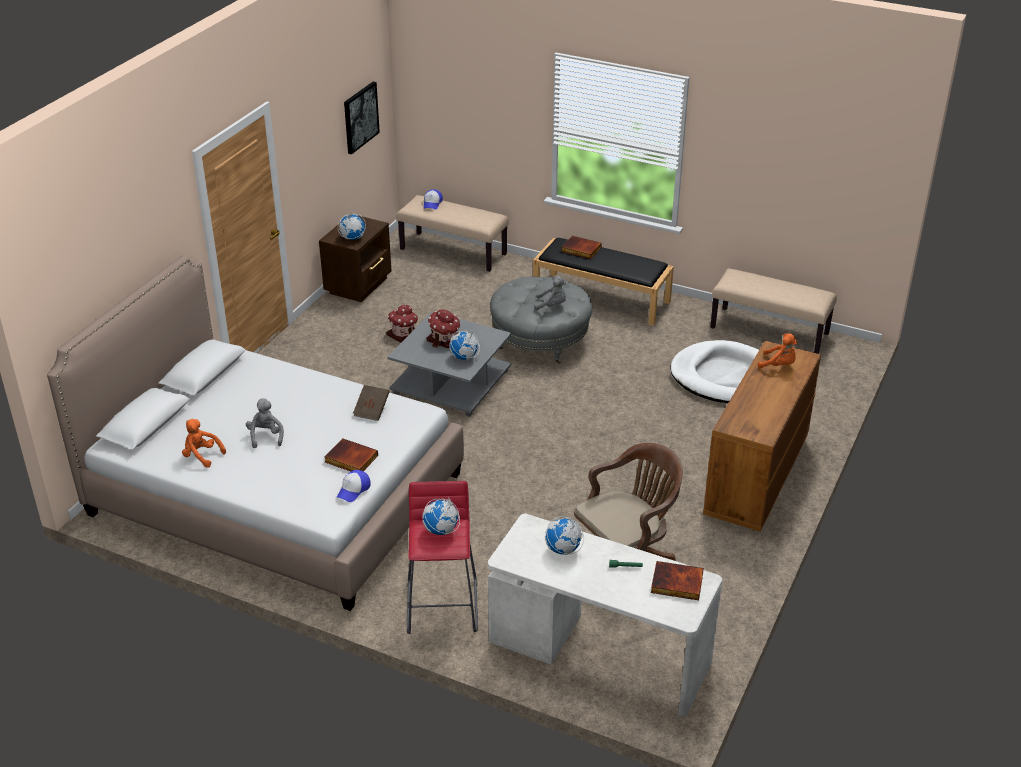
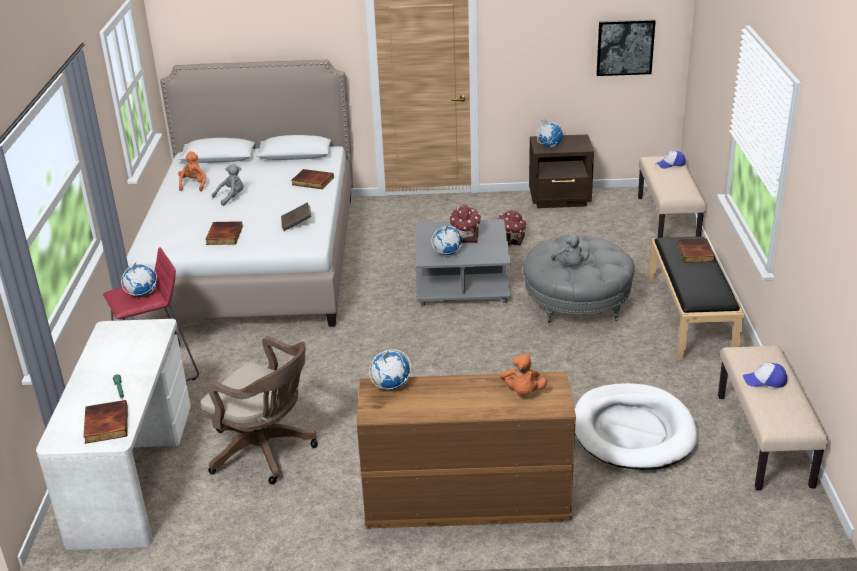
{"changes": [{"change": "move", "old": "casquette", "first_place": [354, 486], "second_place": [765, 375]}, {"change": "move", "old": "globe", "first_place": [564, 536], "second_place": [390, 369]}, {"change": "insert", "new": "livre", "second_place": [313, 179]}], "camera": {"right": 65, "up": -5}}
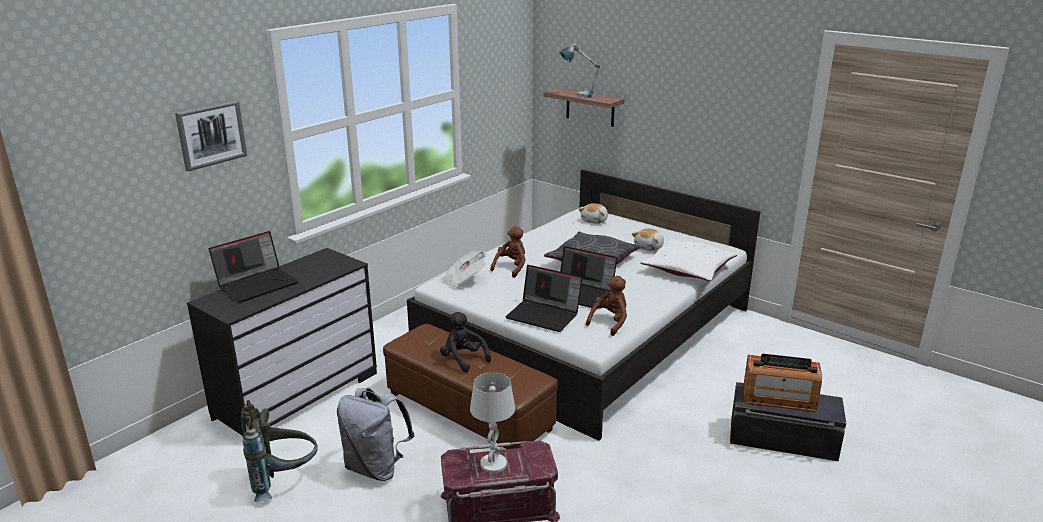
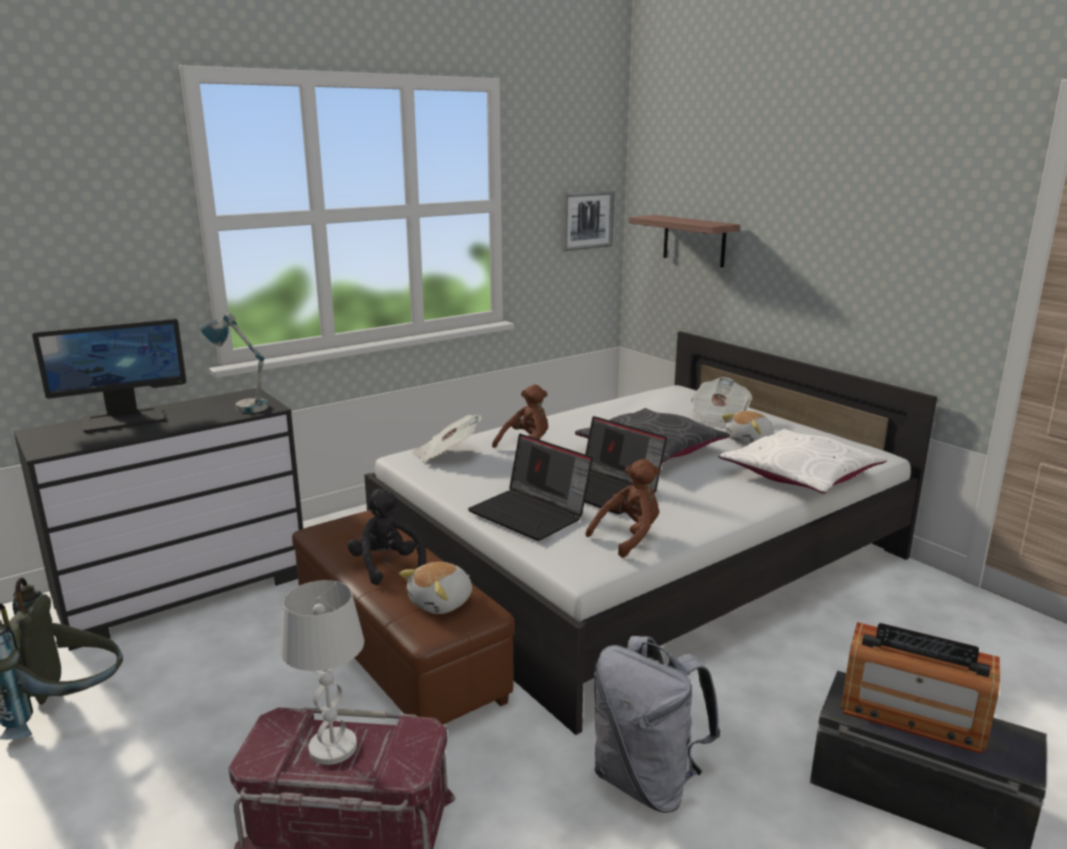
{"changes": [{"change": "move", "old": "lampe de table", "first_place": [579, 70], "second_place": [234, 363]}, {"change": "move", "old": "tableau", "first_place": [211, 135], "second_place": [588, 220]}, {"change": "move", "old": "peluche", "first_place": [593, 213], "second_place": [435, 588]}, {"change": "replace", "old": "ordinateur portable", "new": "écran d'ordinateur", "first_place": [254, 267], "second_place": [109, 375]}, {"change": "move", "old": "sac à dos/gris", "first_place": [375, 434], "second_place": [657, 724]}, {"change": "insert", "new": "journal", "second_place": [721, 402]}], "camera": {"right": 15, "up": -5}}
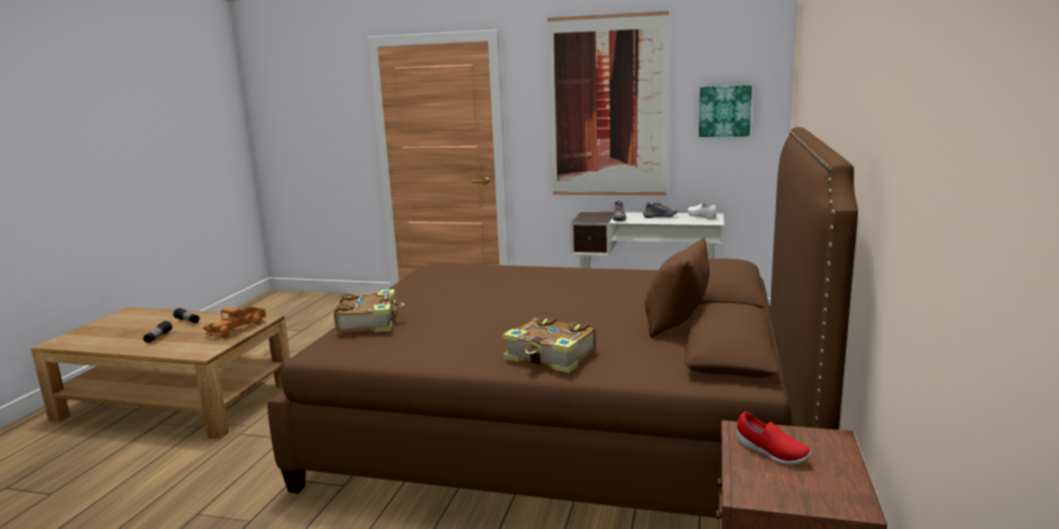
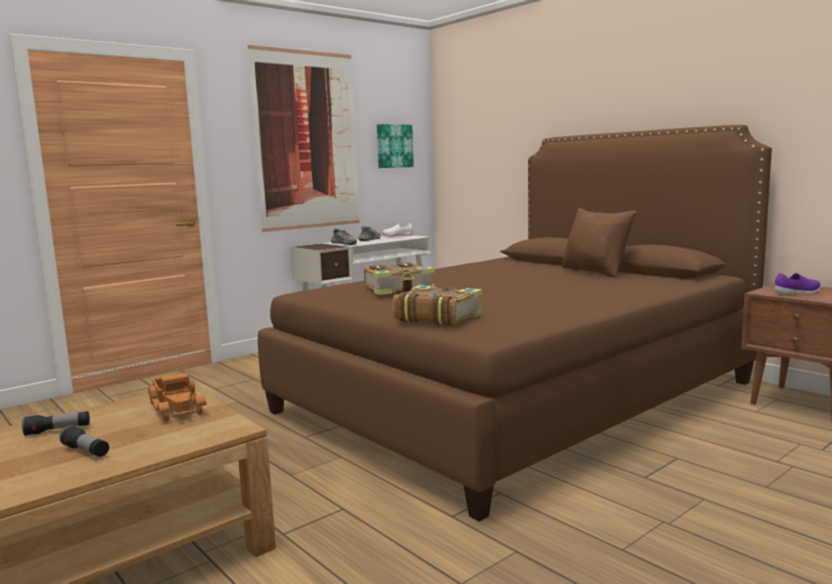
{"changes": [{"change": "move", "old": "livre", "first_place": [549, 345], "second_place": [399, 278]}, {"change": "recolor", "old": "chaussure/rouge", "new": "chaussure/violet", "first_place": [773, 438], "second_place": [797, 283]}], "camera": {"right": -55, "up": -5}}
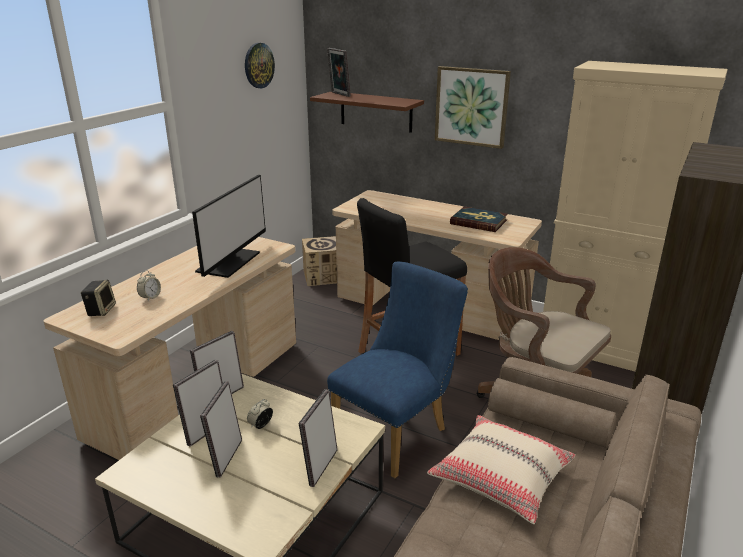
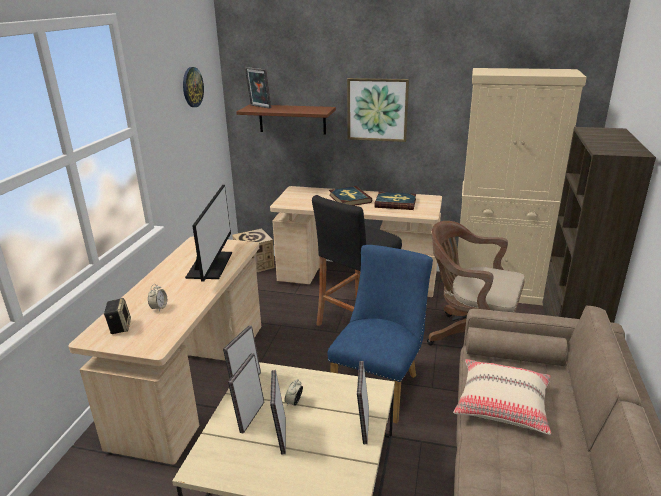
{"changes": [{"change": "insert", "new": "livre", "second_place": [350, 196]}], "camera": {"right": -15, "up": 0}}
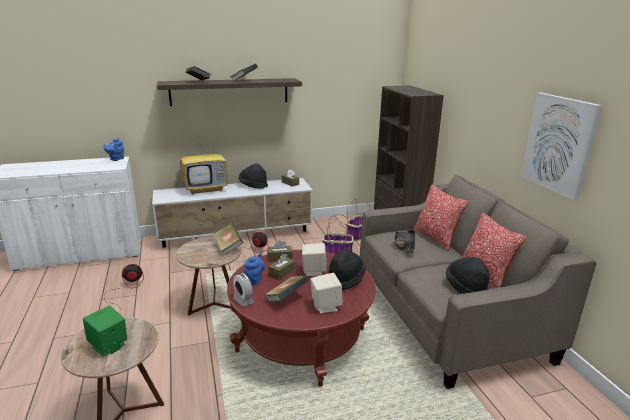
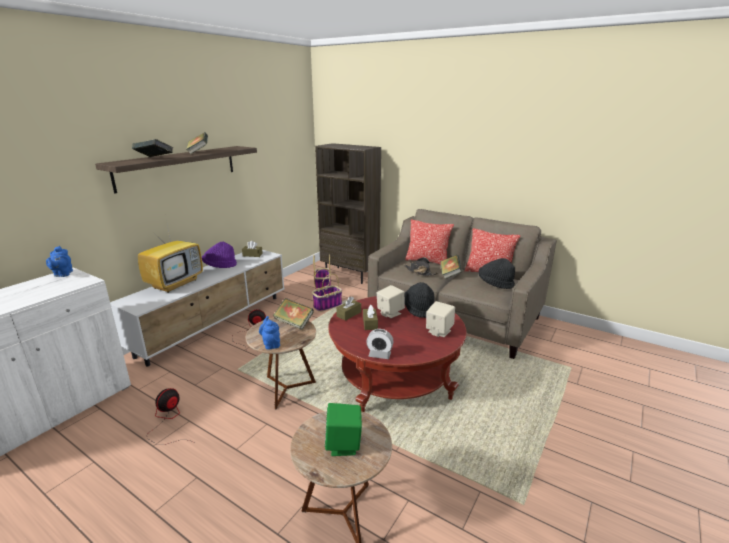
{"changes": [{"change": "delete", "old": "tableau", "first_place": [561, 147]}, {"change": "recolor", "old": "chapeau/noir", "new": "chapeau/violet", "first_place": [253, 176], "second_place": [219, 255]}, {"change": "move", "old": "théière/bleu", "first_place": [254, 269], "second_place": [269, 333]}, {"change": "move", "old": "livre", "first_place": [286, 289], "second_place": [451, 267]}], "camera": {"right": -40, "up": 0}}
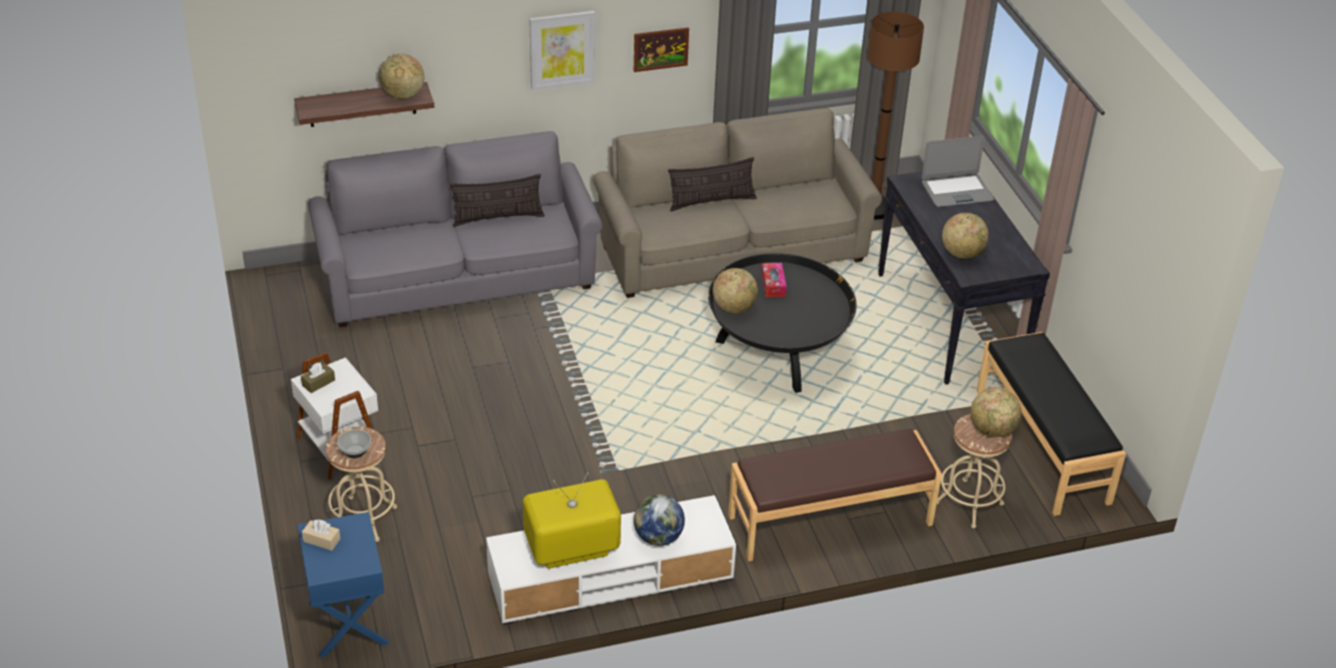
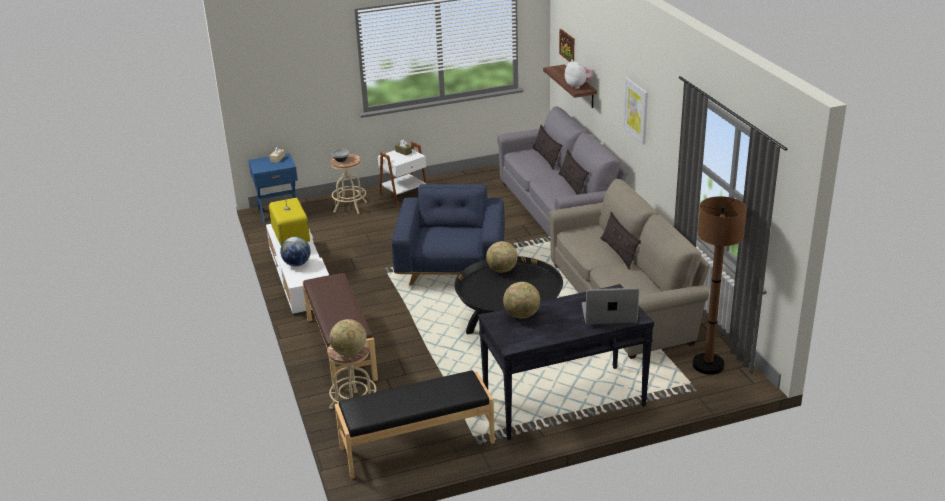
{"changes": [{"change": "move", "old": "tableau", "first_place": [661, 49], "second_place": [566, 45]}, {"change": "replace", "old": "globe", "new": "peluche", "first_place": [401, 76], "second_place": [579, 74]}, {"change": "rotate", "old": "ordinateur portable", "first_place": [958, 171], "second_place": [610, 306], "degrees": 105}, {"change": "delete", "old": "boîte à mouchoirs", "first_place": [774, 280]}, {"change": "insert", "new": "coussin", "second_place": [547, 147]}, {"change": "insert", "new": "fauteuil/bleu", "second_place": [448, 234]}], "camera": {"right": 90, "up": -10}}
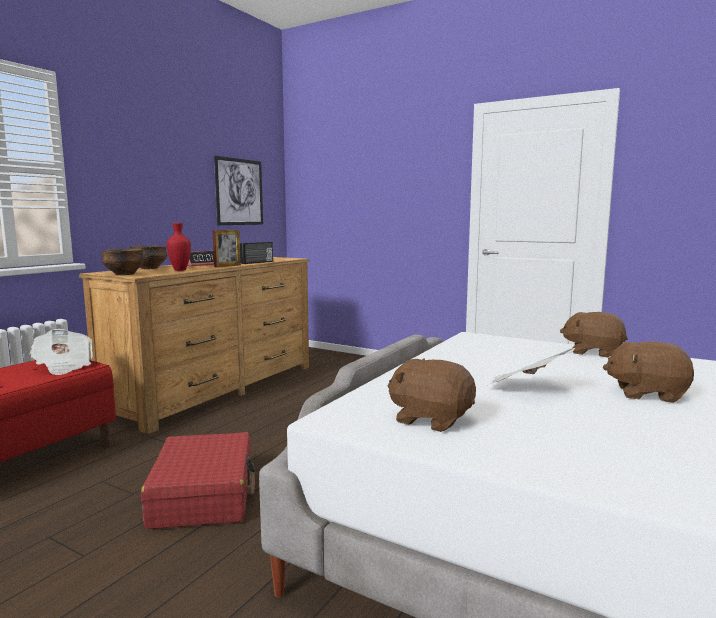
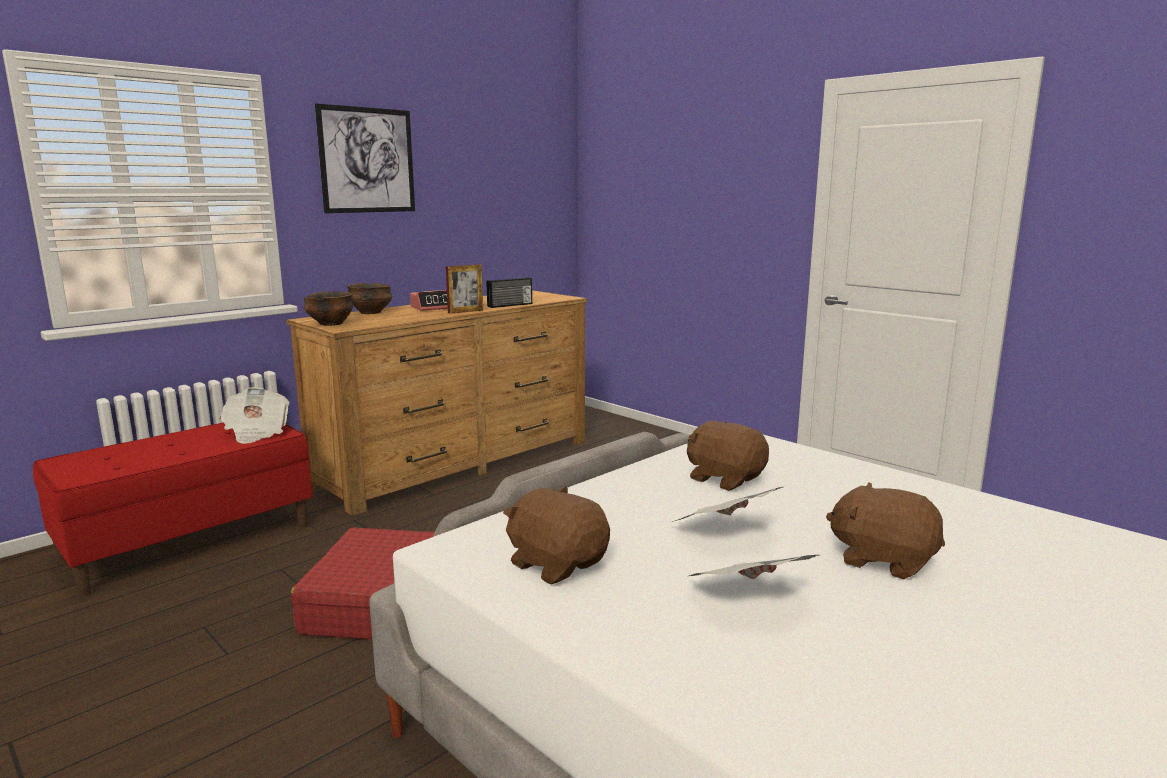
{"changes": [{"change": "move", "old": "tableau", "first_place": [238, 190], "second_place": [365, 158]}, {"change": "delete", "old": "vase/rouge", "first_place": [179, 247]}, {"change": "move", "old": "peluche/marron", "first_place": [593, 334], "second_place": [728, 456]}, {"change": "insert", "new": "journal", "second_place": [754, 567]}], "camera": {"right": 15, "up": 5}}
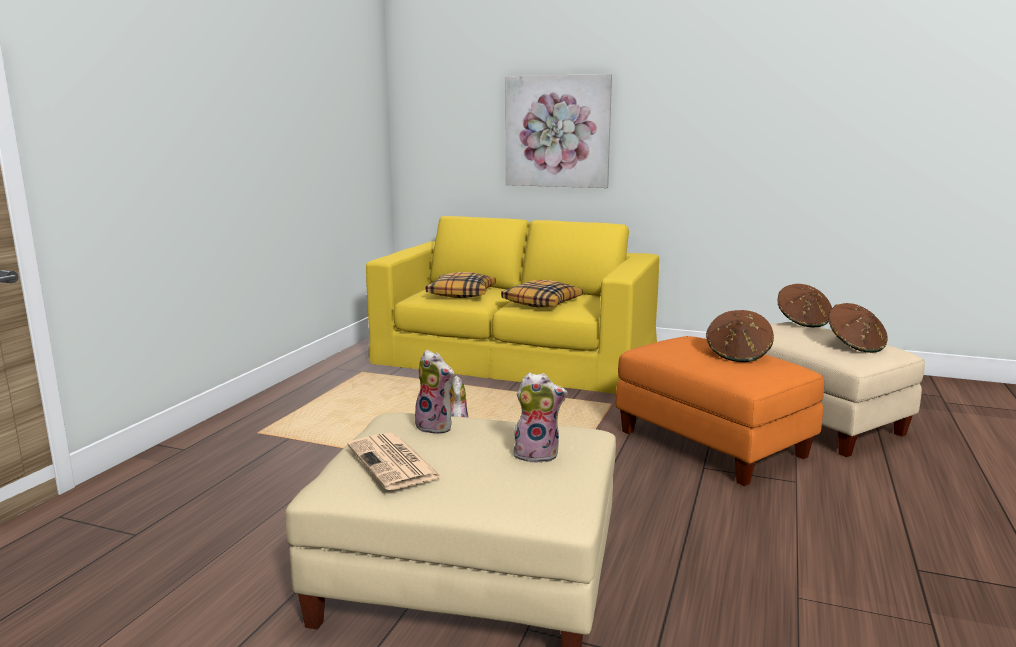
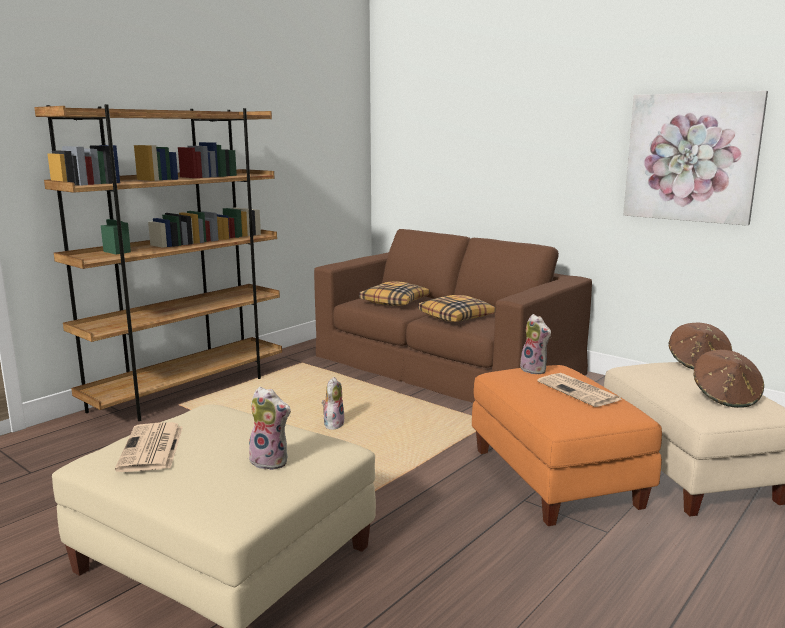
{"changes": [{"change": "move", "old": "tableau", "first_place": [558, 131], "second_place": [695, 158]}, {"change": "recolor", "old": "canapé/jaune", "new": "canapé/marron", "first_place": [512, 305], "second_place": [453, 316]}, {"change": "replace", "old": "chapeau/marron", "new": "journal", "first_place": [740, 336], "second_place": [580, 390]}, {"change": "move", "old": "peluche", "first_place": [435, 392], "second_place": [535, 344]}, {"change": "insert", "new": "bibliothèque/marron", "second_place": [158, 262]}], "camera": {"right": 20, "up": 0}}
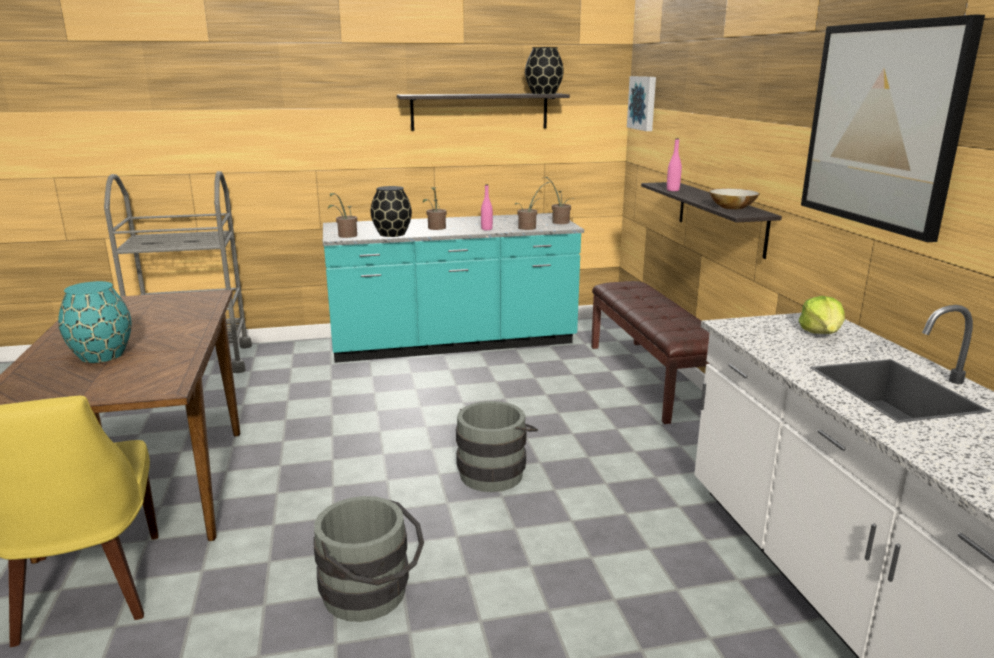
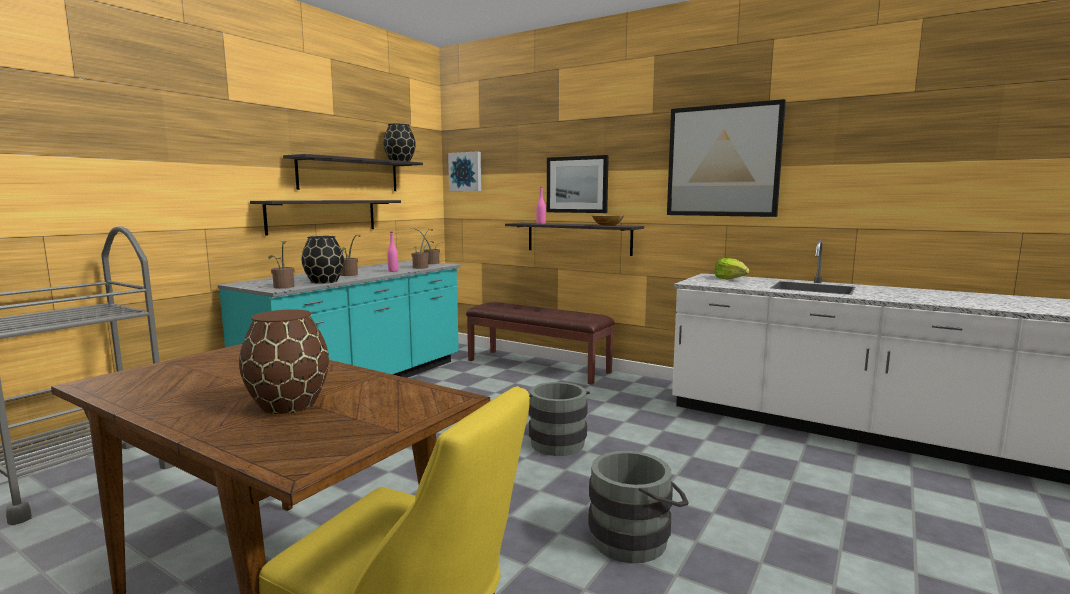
{"changes": [{"change": "recolor", "old": "vase/turquoise", "new": "vase/marron", "first_place": [94, 322], "second_place": [284, 361]}, {"change": "insert", "new": "tableau", "second_place": [578, 184]}, {"change": "insert", "new": "étagère", "second_place": [325, 218]}], "camera": {"right": -45, "up": -10}}
